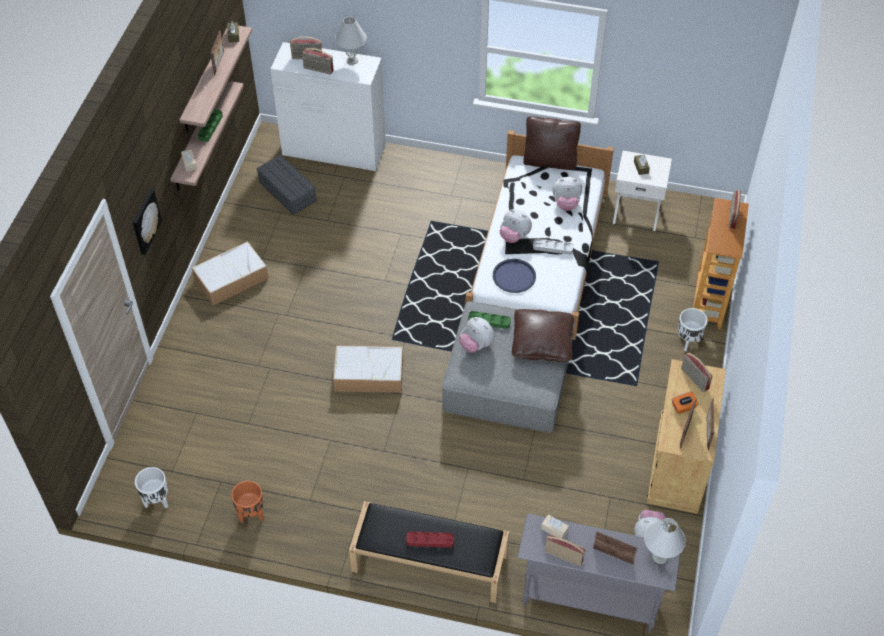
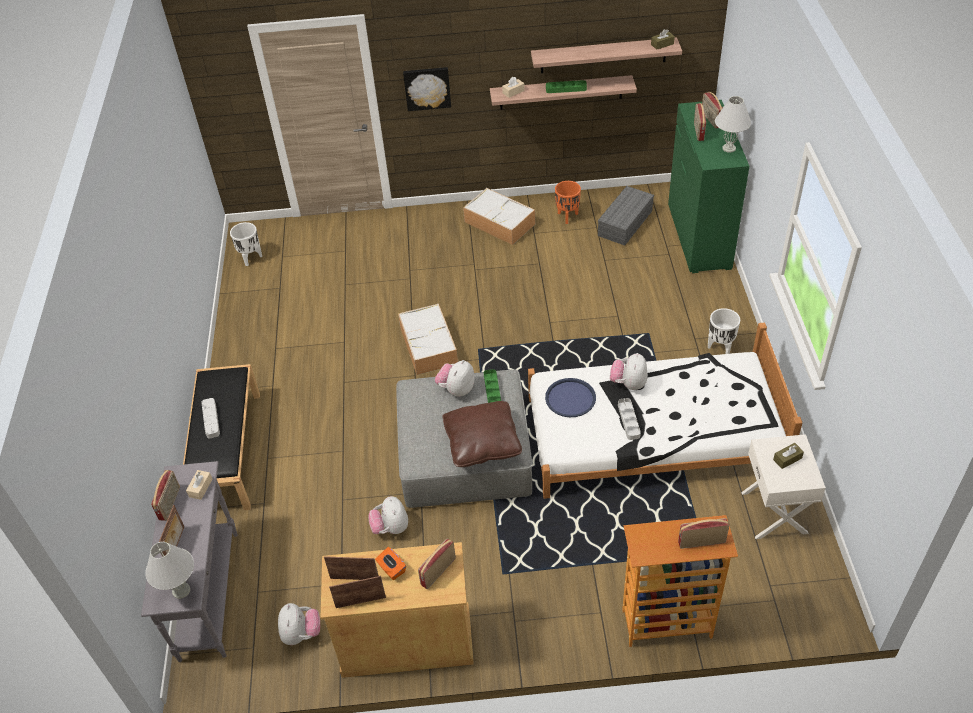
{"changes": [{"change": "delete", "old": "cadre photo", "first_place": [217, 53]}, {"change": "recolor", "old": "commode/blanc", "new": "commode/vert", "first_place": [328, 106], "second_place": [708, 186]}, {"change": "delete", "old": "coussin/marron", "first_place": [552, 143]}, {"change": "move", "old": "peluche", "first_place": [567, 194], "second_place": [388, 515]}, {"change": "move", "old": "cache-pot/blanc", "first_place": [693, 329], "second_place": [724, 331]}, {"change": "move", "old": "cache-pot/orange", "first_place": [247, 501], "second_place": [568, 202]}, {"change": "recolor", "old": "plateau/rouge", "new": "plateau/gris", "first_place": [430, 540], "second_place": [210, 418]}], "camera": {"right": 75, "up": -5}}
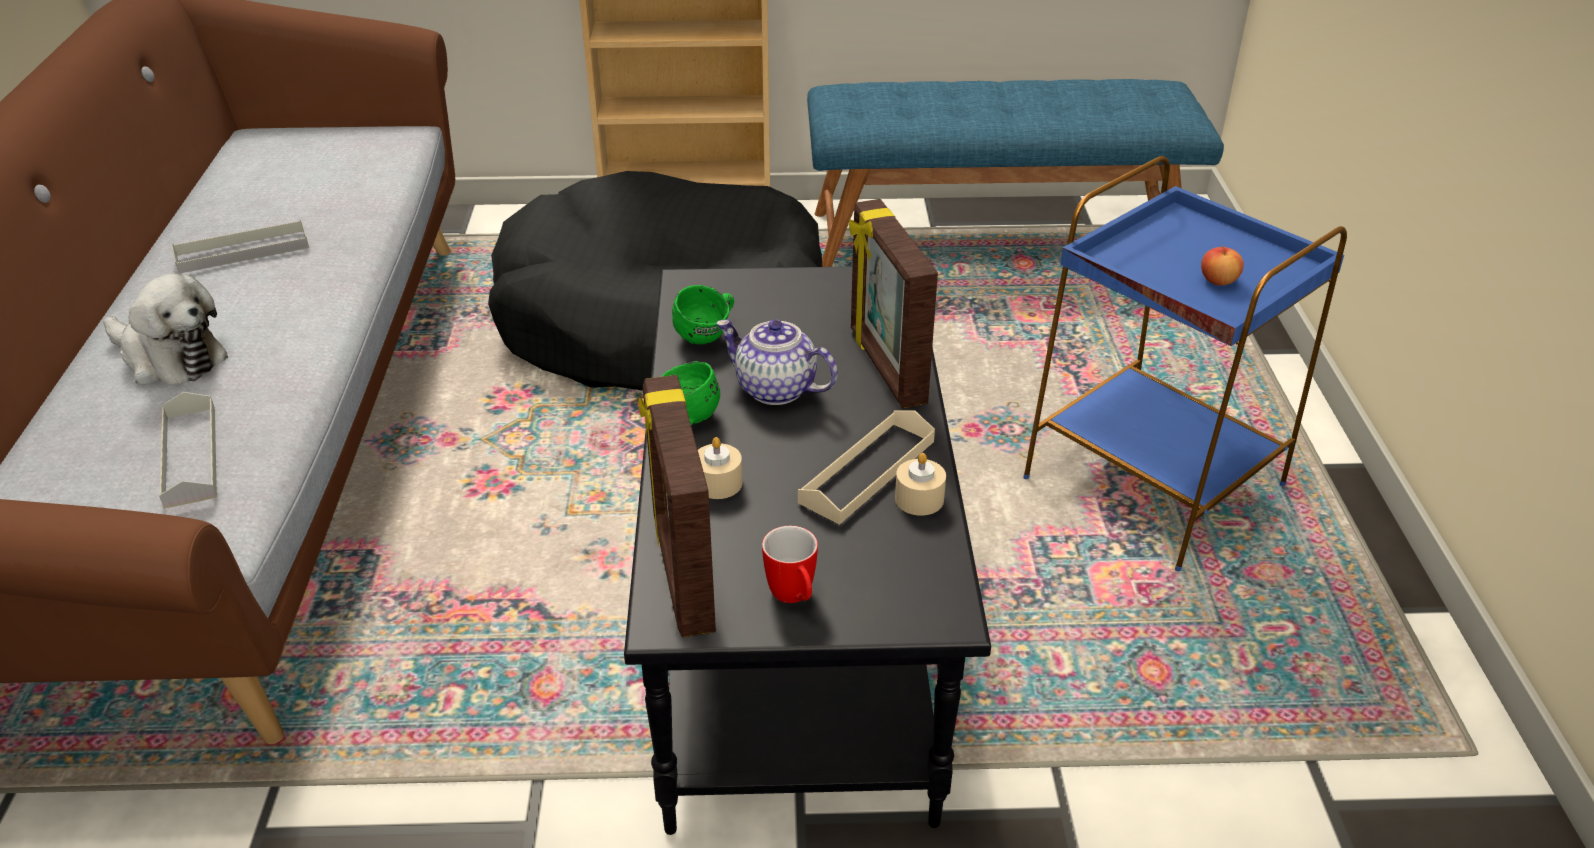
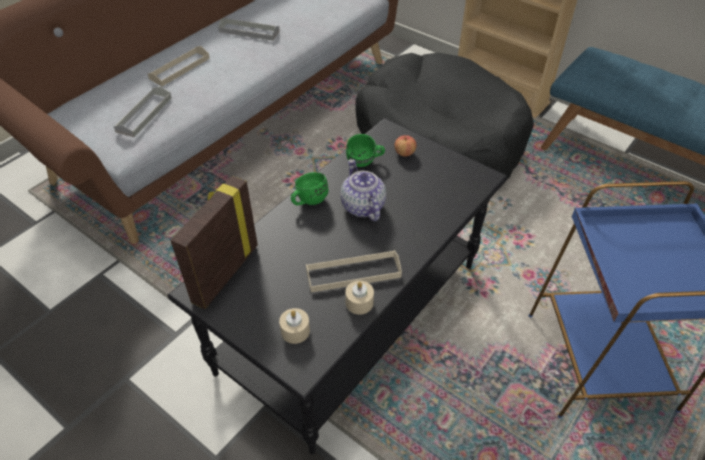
{"changes": [{"change": "delete", "old": "cadre photo", "first_place": [893, 303]}, {"change": "move", "old": "pomme", "first_place": [1222, 266], "second_place": [405, 146]}, {"change": "replace", "old": "peluche", "new": "plateau/beige", "first_place": [165, 329], "second_place": [179, 66]}, {"change": "move", "old": "bougie/beige", "first_place": [720, 468], "second_place": [294, 326]}, {"change": "delete", "old": "mug", "first_place": [790, 564]}], "camera": {"right": 40, "up": 10}}
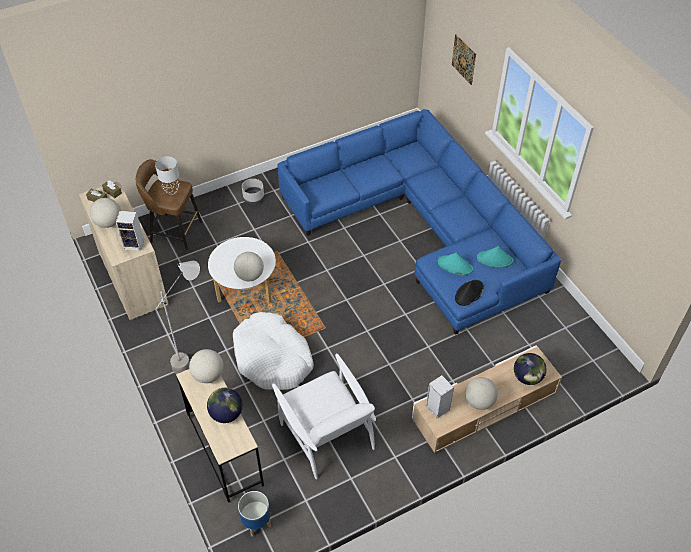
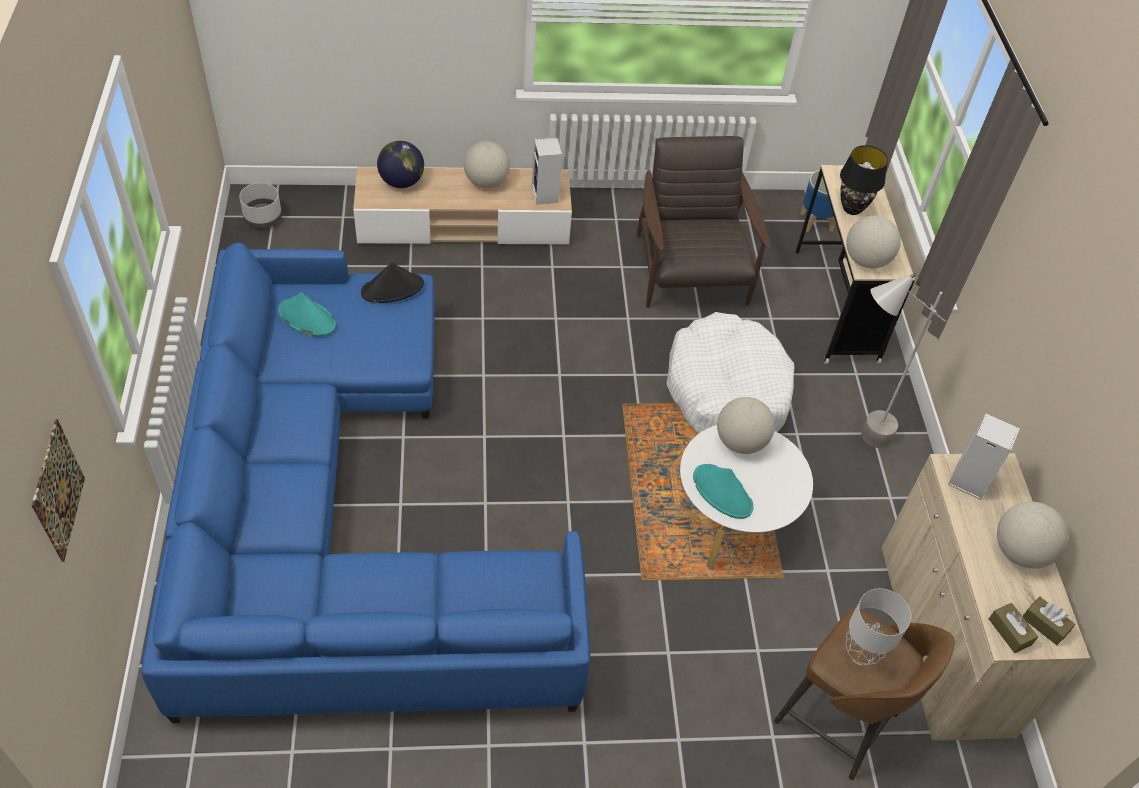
{"changes": [{"change": "move", "old": "cache-pot/gris", "first_place": [253, 192], "second_place": [260, 206]}, {"change": "move", "old": "chapeau/turquoise", "first_place": [455, 264], "second_place": [723, 491]}, {"change": "recolor", "old": "fauteuil/blanc", "new": "fauteuil/marron", "first_place": [324, 416], "second_place": [704, 222]}, {"change": "replace", "old": "globe", "new": "lampe de table/noir", "first_place": [225, 405], "second_place": [864, 180]}], "camera": {"right": -160, "up": 0}}
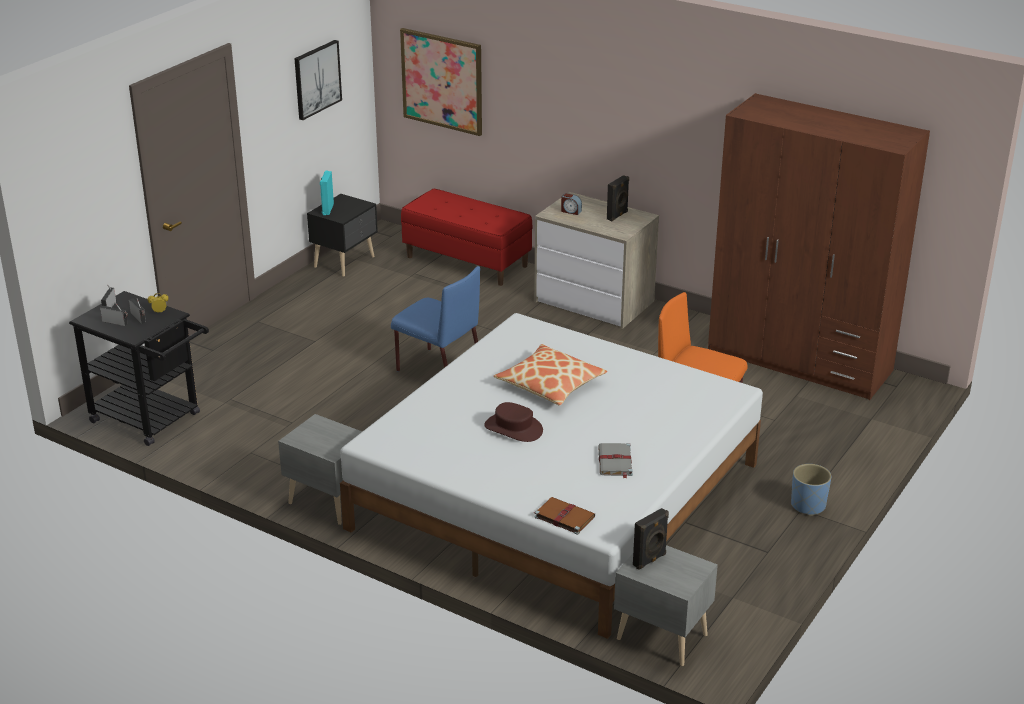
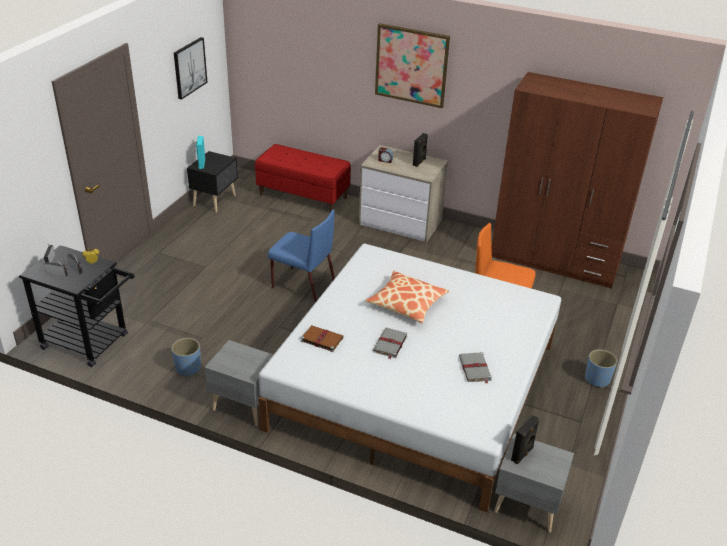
{"changes": [{"change": "move", "old": "tableau", "first_place": [441, 82], "second_place": [412, 65]}, {"change": "replace", "old": "chapeau/marron", "new": "livre/gris", "first_place": [513, 422], "second_place": [390, 343]}, {"change": "move", "old": "livre/marron", "first_place": [565, 516], "second_place": [322, 338]}, {"change": "insert", "new": "cache-pot/bleu", "second_place": [186, 357]}], "camera": {"right": -10, "up": 5}}
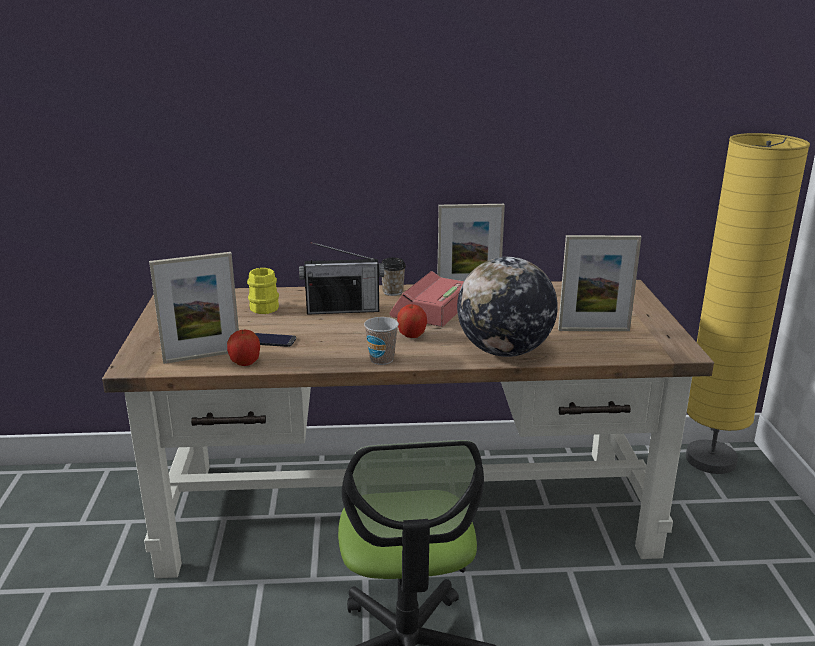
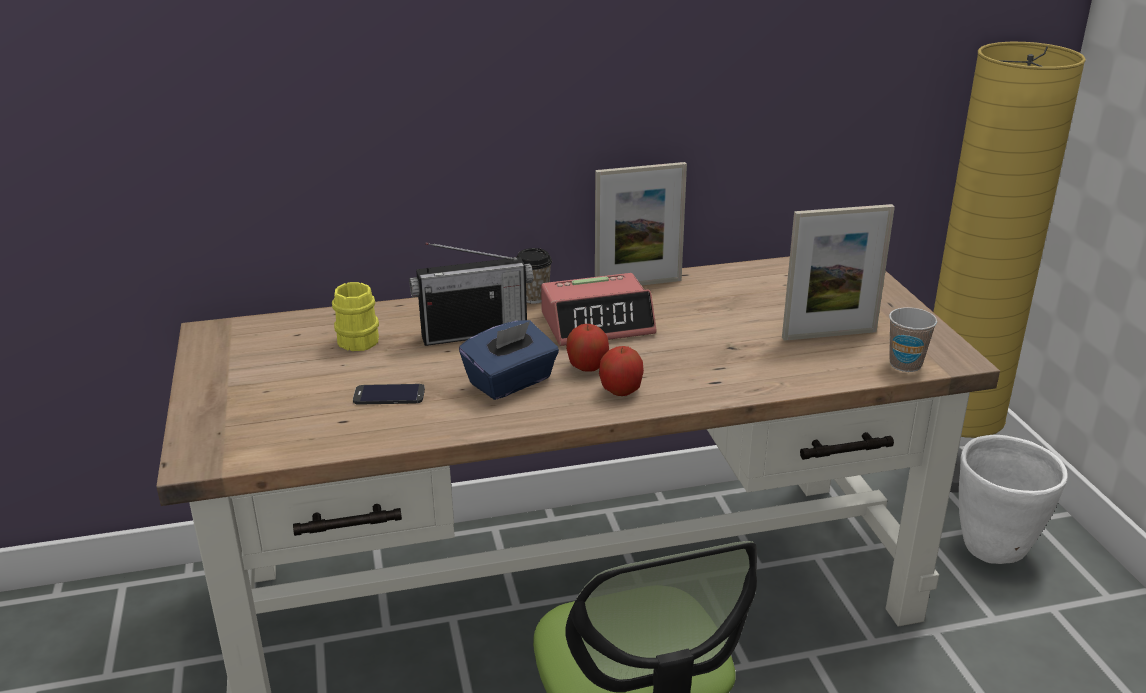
{"changes": [{"change": "delete", "old": "cadre photo", "first_place": [194, 308]}, {"change": "delete", "old": "globe", "first_place": [507, 307]}, {"change": "rotate", "old": "réveil", "first_place": [427, 299], "second_place": [598, 309], "degrees": -120}, {"change": "move", "old": "tasse", "first_place": [381, 341], "second_place": [913, 339]}, {"change": "move", "old": "pomme", "first_place": [243, 347], "second_place": [621, 371]}, {"change": "insert", "new": "boîte à mouchoirs/bleu", "second_place": [509, 360]}, {"change": "insert", "new": "cache-pot/blanc", "second_place": [1013, 499]}], "camera": {"right": -10, "up": 5}}
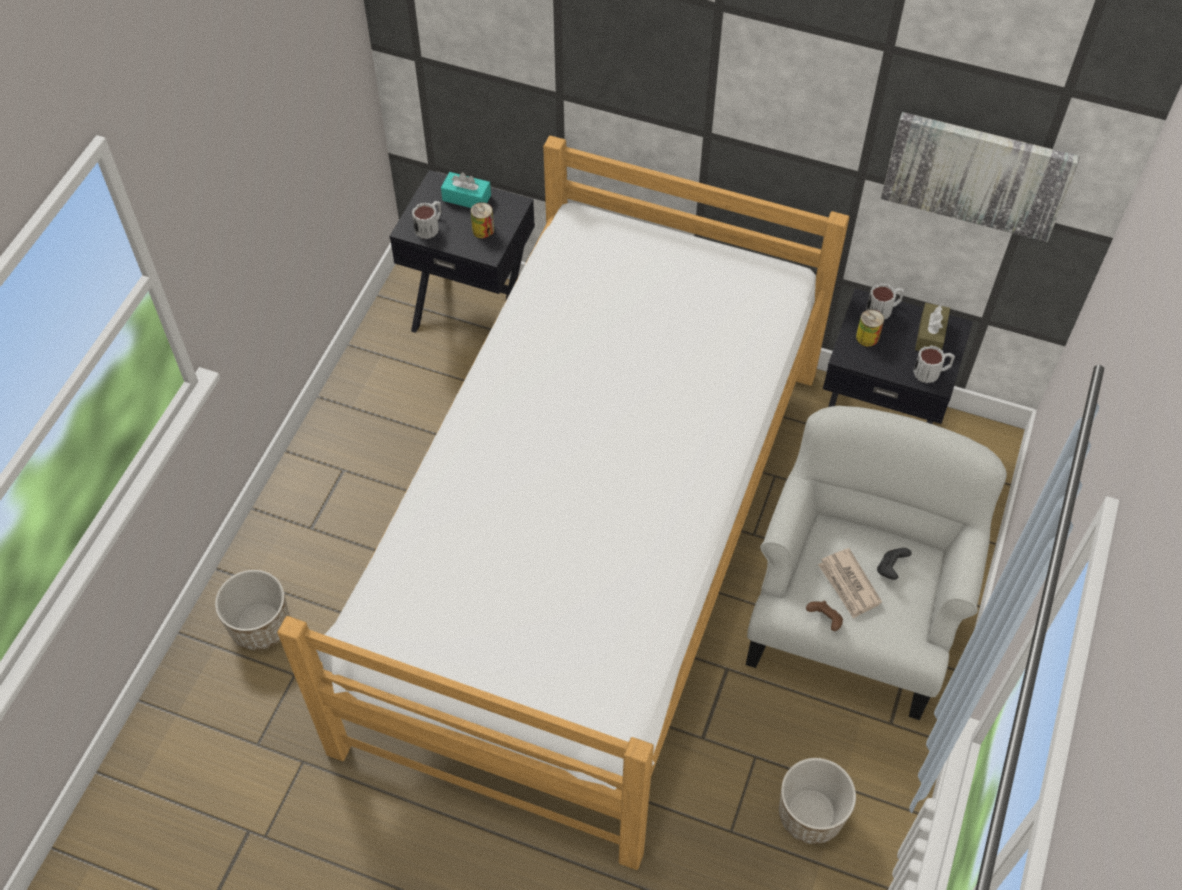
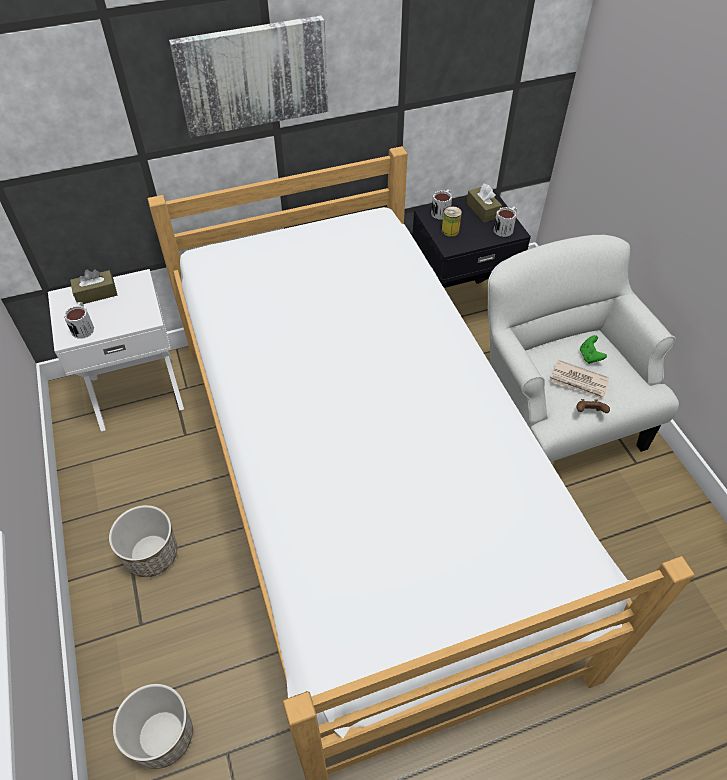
{"changes": [{"change": "move", "old": "tableau", "first_place": [980, 177], "second_place": [248, 76]}, {"change": "recolor", "old": "table de chevet/noir", "new": "table de chevet/blanc", "first_place": [462, 251], "second_place": [116, 350]}, {"change": "recolor", "old": "boîte à mouchoirs/turquoise", "new": "boîte à mouchoirs/marron", "first_place": [466, 190], "second_place": [93, 286]}, {"change": "delete", "old": "boîte métallique", "first_place": [482, 220]}, {"change": "recolor", "old": "manette/noir", "new": "manette/vert", "first_place": [894, 564], "second_place": [593, 349]}, {"change": "move", "old": "cache-pot", "first_place": [817, 801], "second_place": [143, 541]}], "camera": {"right": -40, "up": -5}}
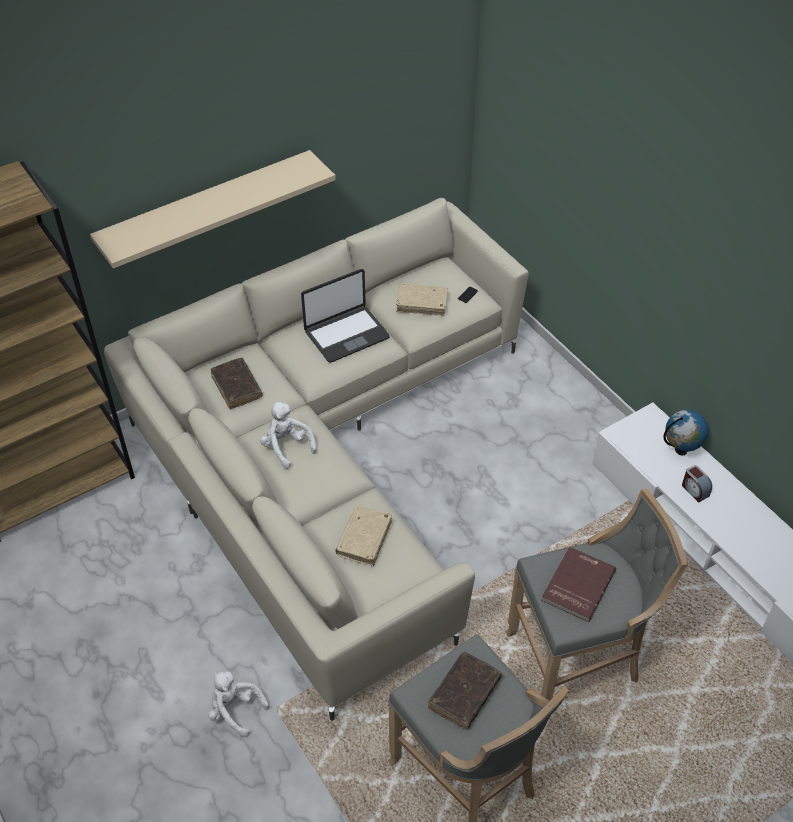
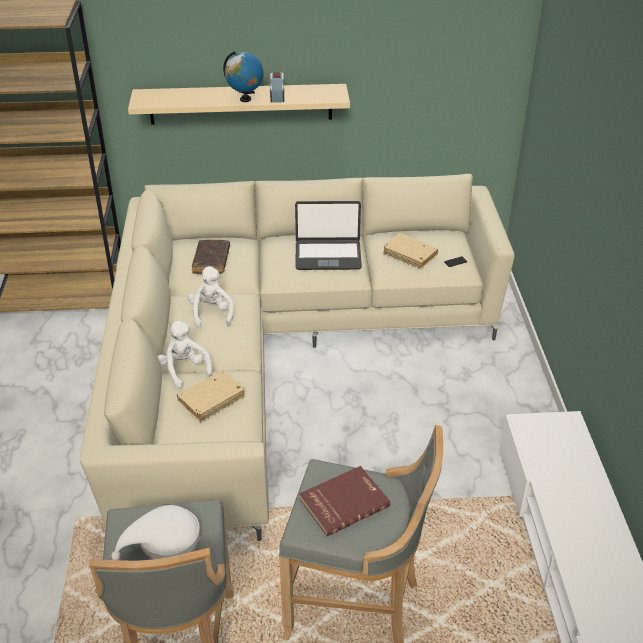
{"changes": [{"change": "move", "old": "globe", "first_place": [686, 433], "second_place": [243, 76]}, {"change": "move", "old": "réveil", "first_place": [697, 484], "second_place": [277, 87]}, {"change": "replace", "old": "livre/marron", "new": "chapeau/blanc", "first_place": [465, 691], "second_place": [155, 532]}, {"change": "move", "old": "peluche/blanc", "first_place": [238, 704], "second_place": [185, 355]}], "camera": {"right": 30, "up": -10}}
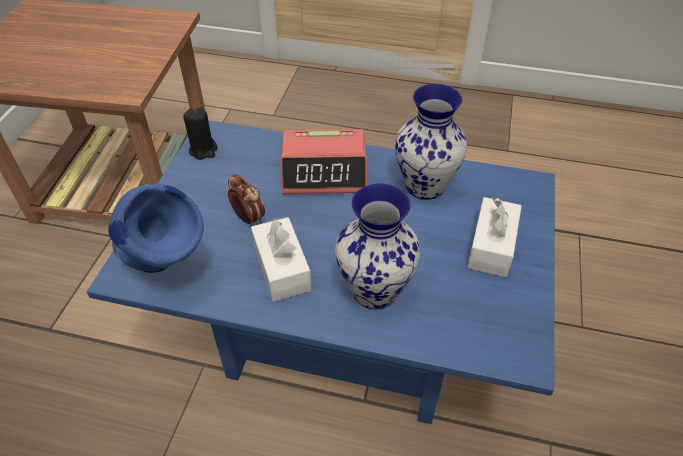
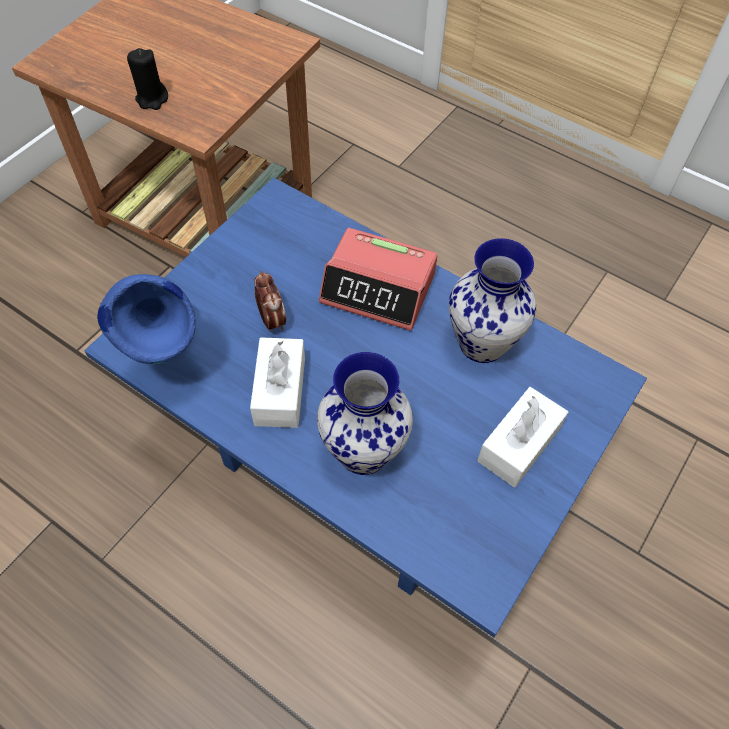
{"changes": [{"change": "move", "old": "bougie/noir", "first_place": [200, 133], "second_place": [147, 79]}], "camera": {"right": 20, "up": 10}}
